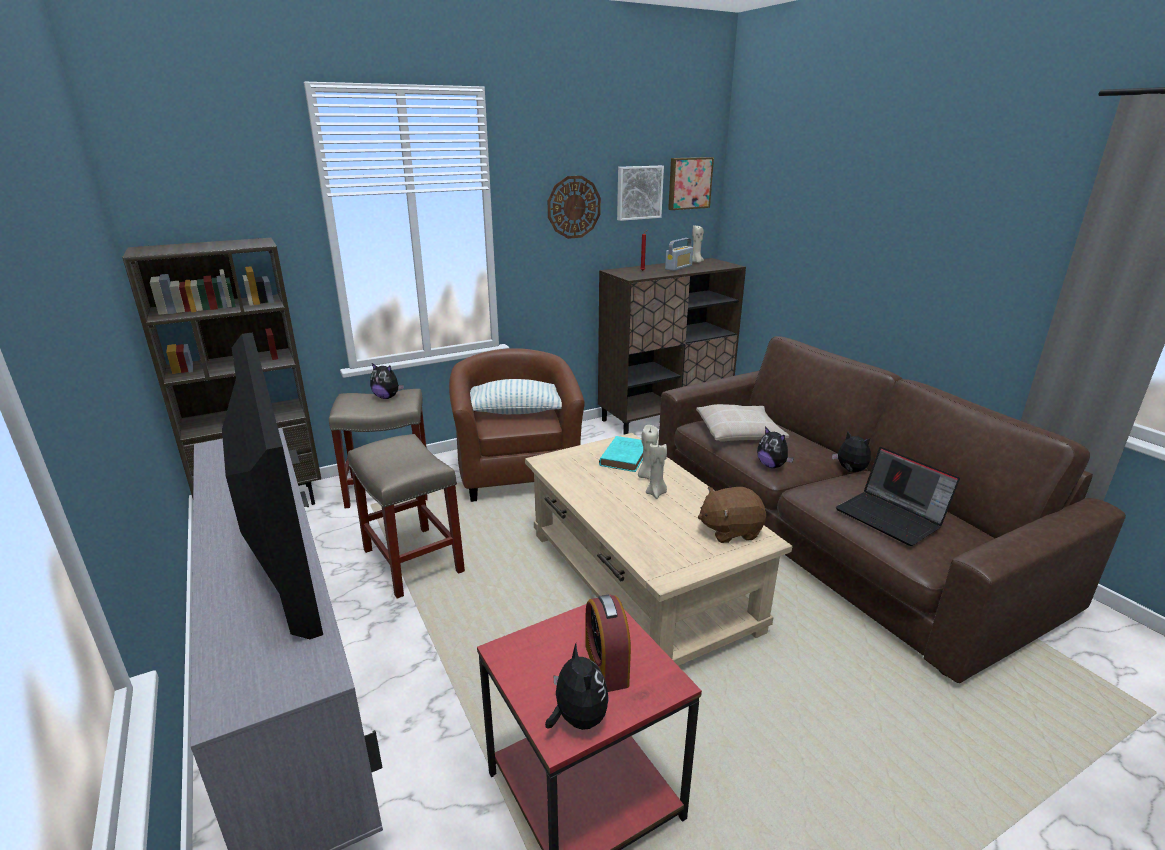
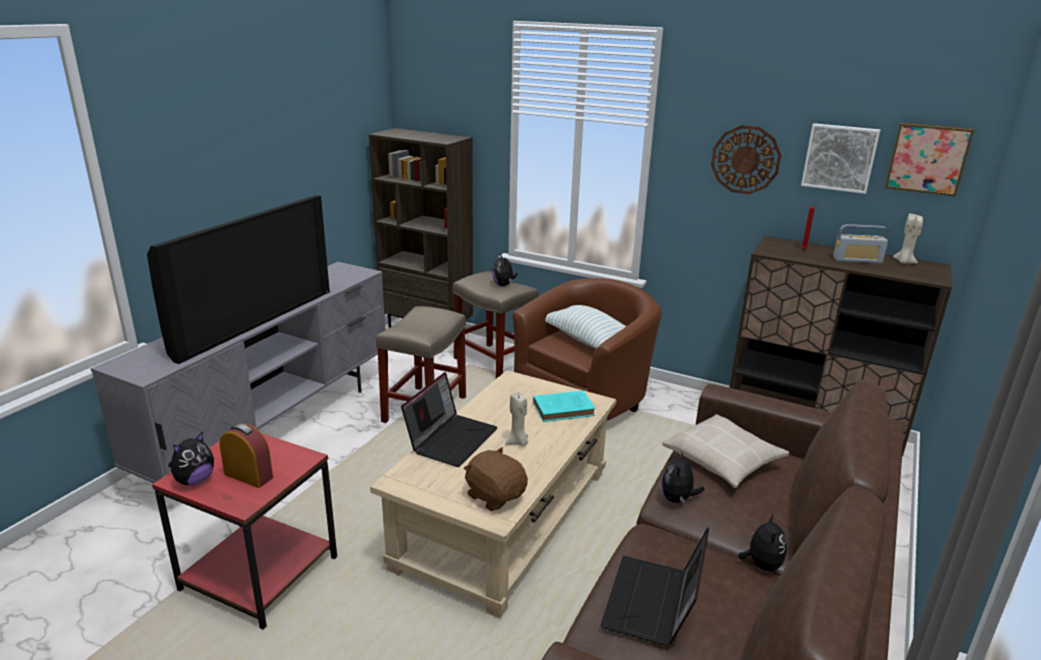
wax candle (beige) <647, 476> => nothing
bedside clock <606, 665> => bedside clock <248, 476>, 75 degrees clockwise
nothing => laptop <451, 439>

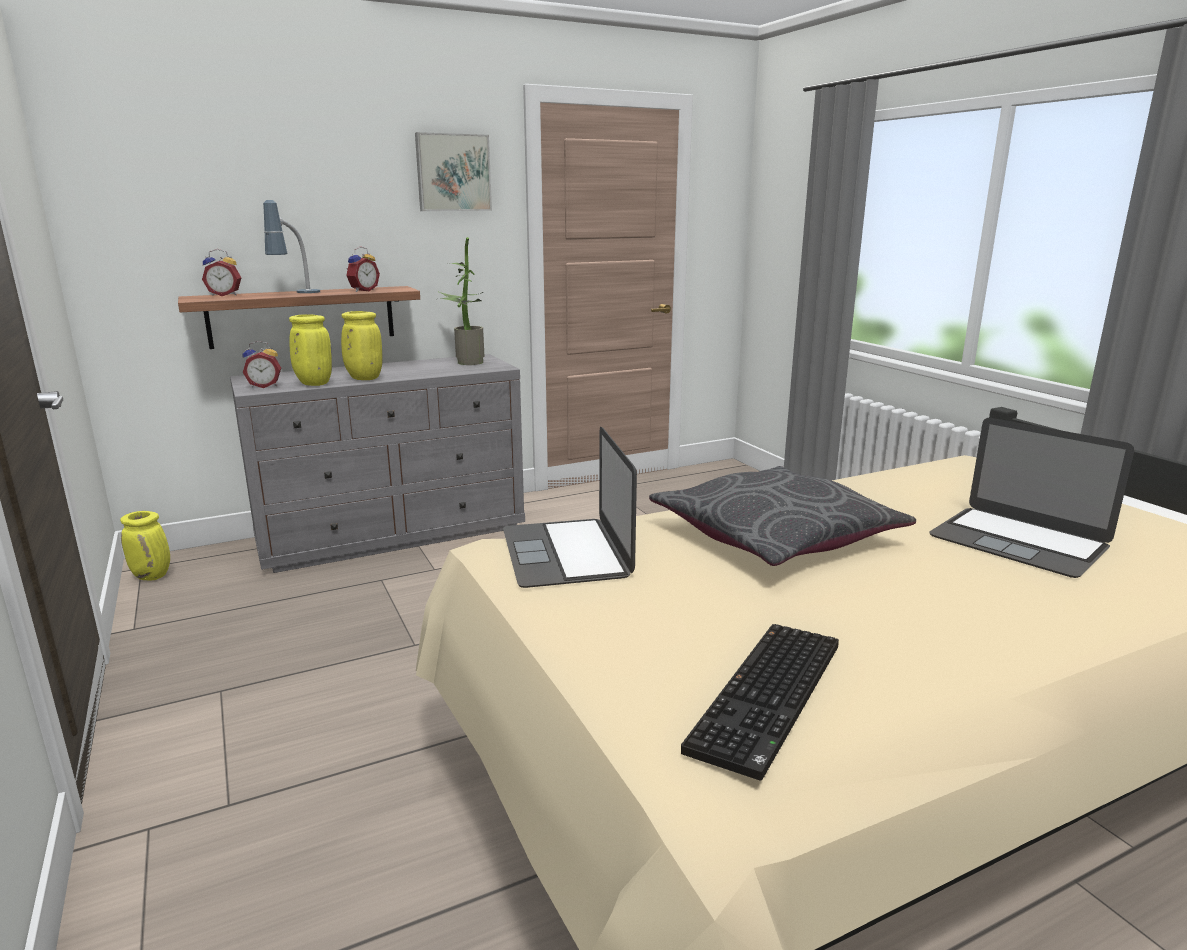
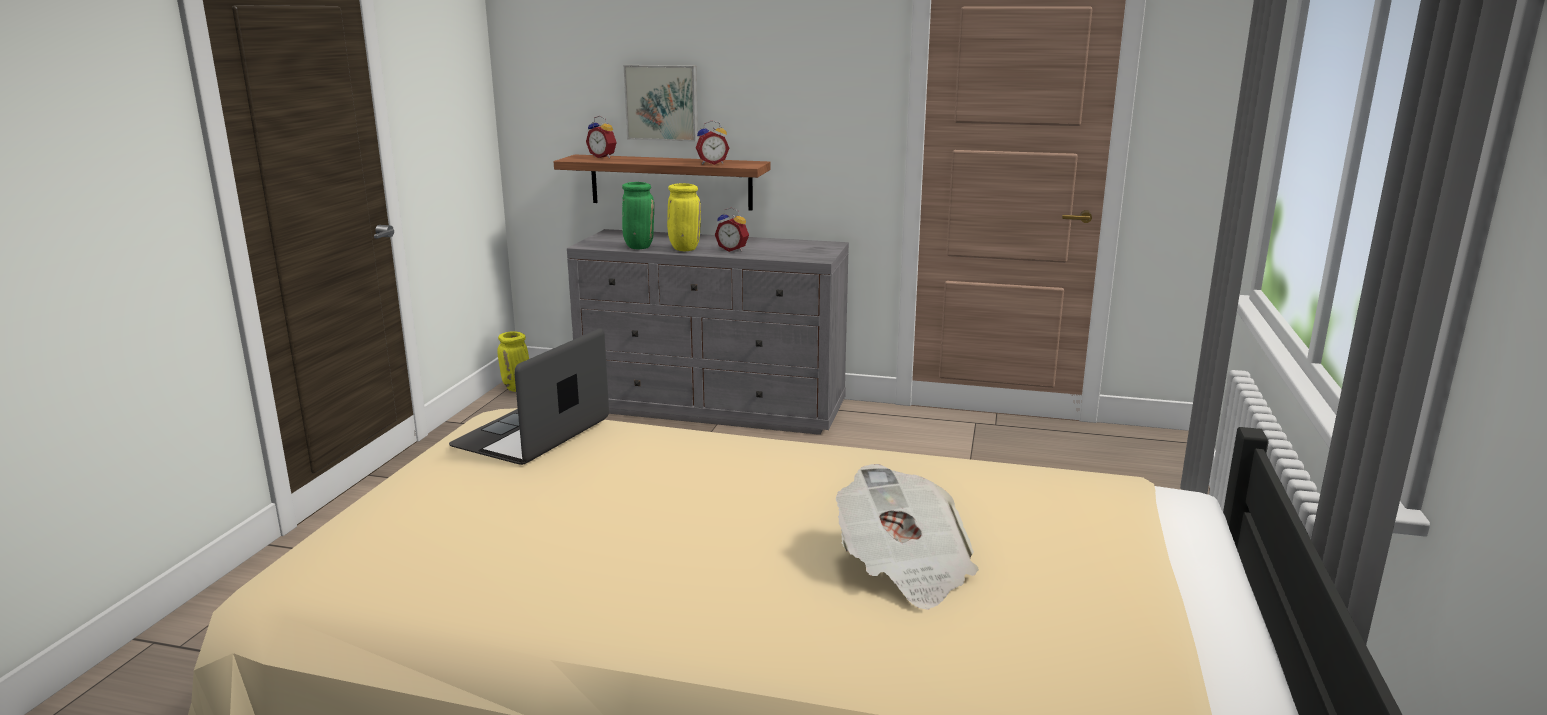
picture <453, 173> => picture <662, 102>, shifted
table lamp <296, 293> => nothing
houseplant <466, 362> => nothing
flower vase (yellowish) <313, 384> => flower vase (greenish) <638, 247>
bedside clock <265, 386> => bedside clock <733, 250>, shifted
laptop <1018, 541> => printed paper <904, 568>
cushion (gray) <775, 535> => nothing
computer keyboard <770, 698> => nothing

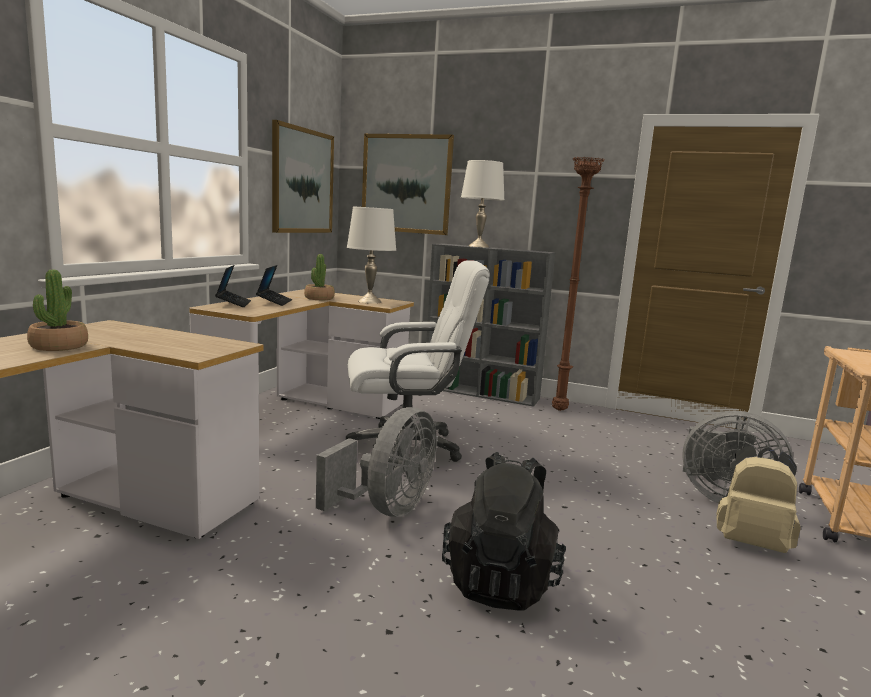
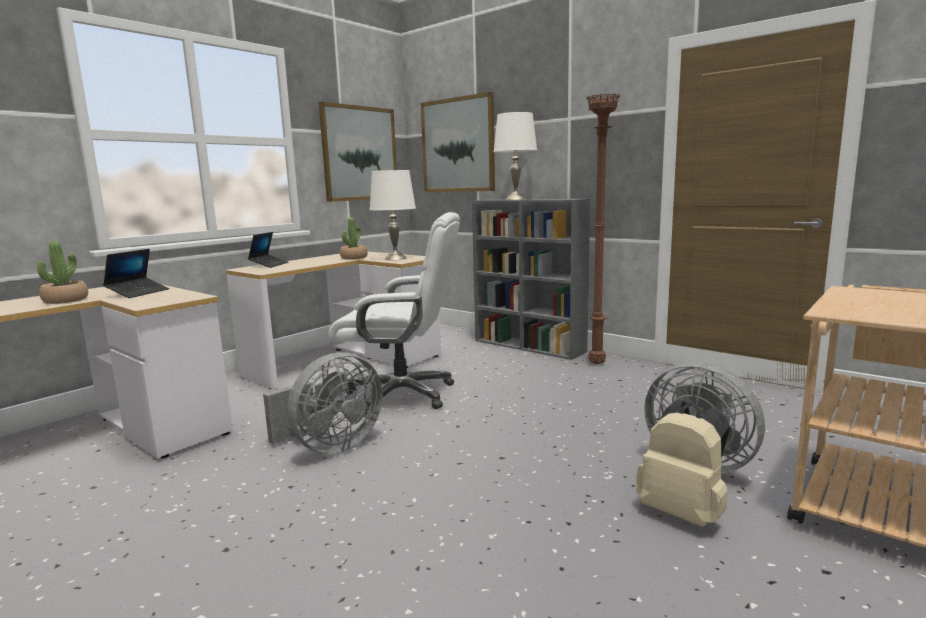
laptop <274, 302> => laptop <138, 293>, shifted
knapsack (black-coloured) <501, 581> => nothing

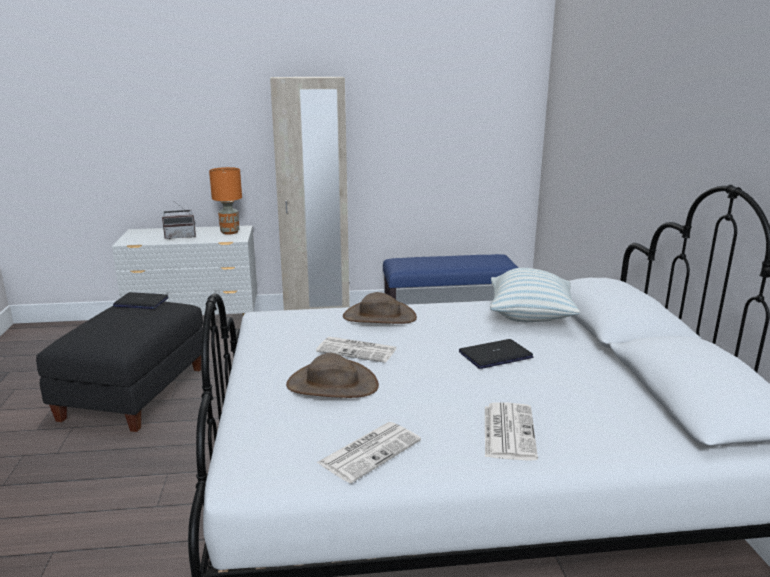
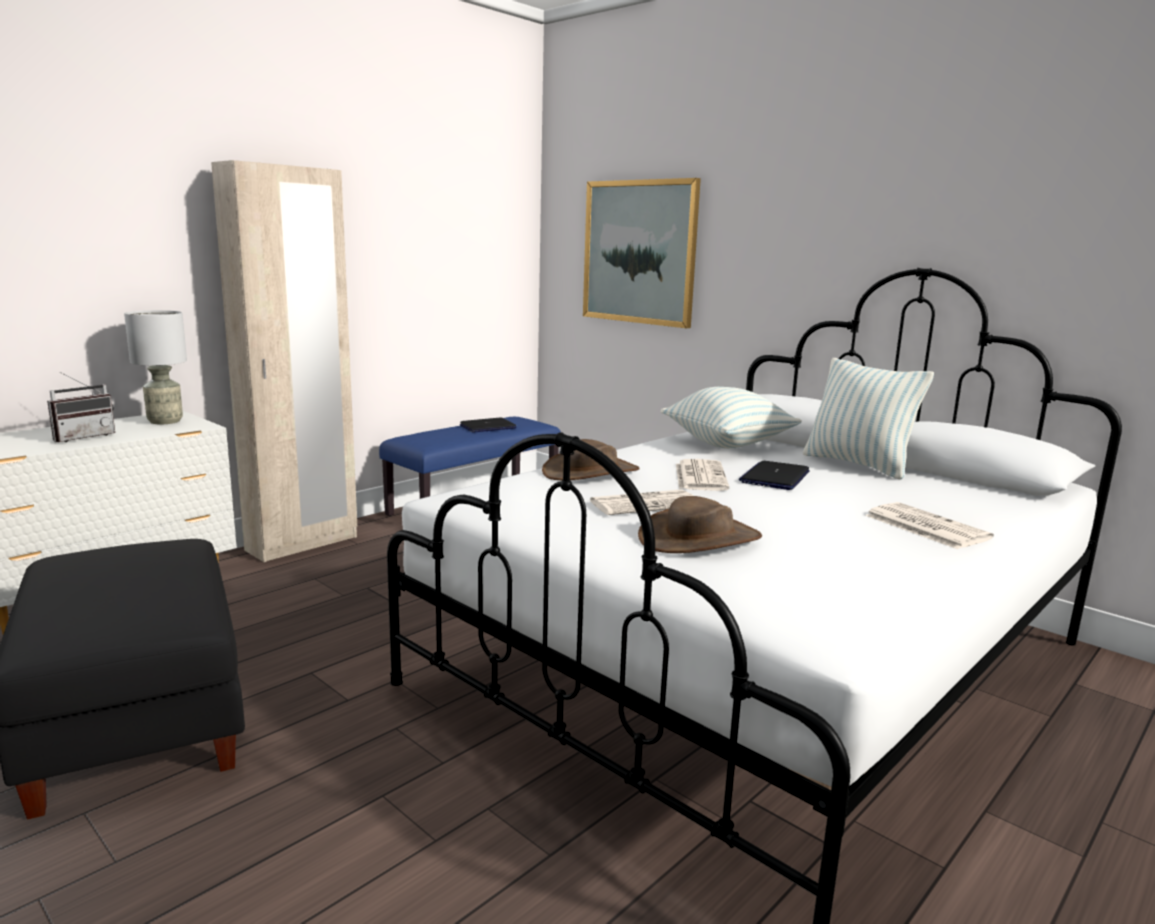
table lamp (orange) <230, 232> => table lamp (gray) <166, 421>
laptop <140, 302> => laptop <488, 427>, shifted
printed paper <370, 451> => printed paper <699, 476>, shifted
nothing => picture <639, 252>
nothing => cushion <858, 464>

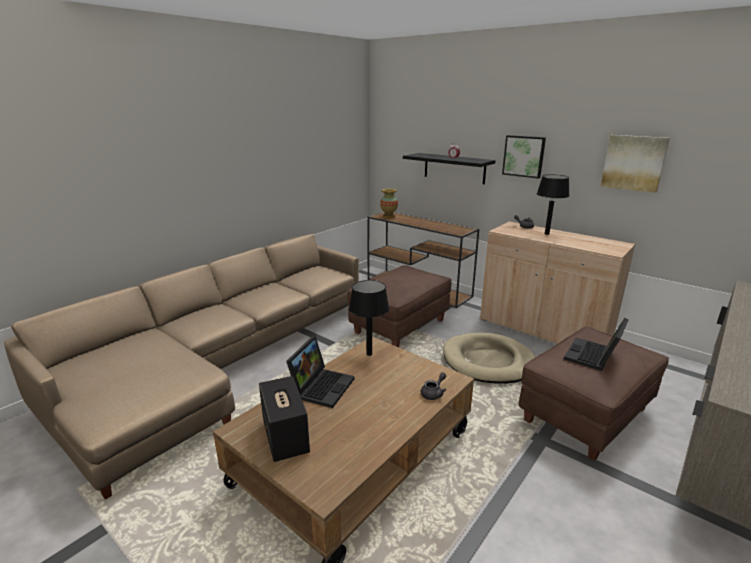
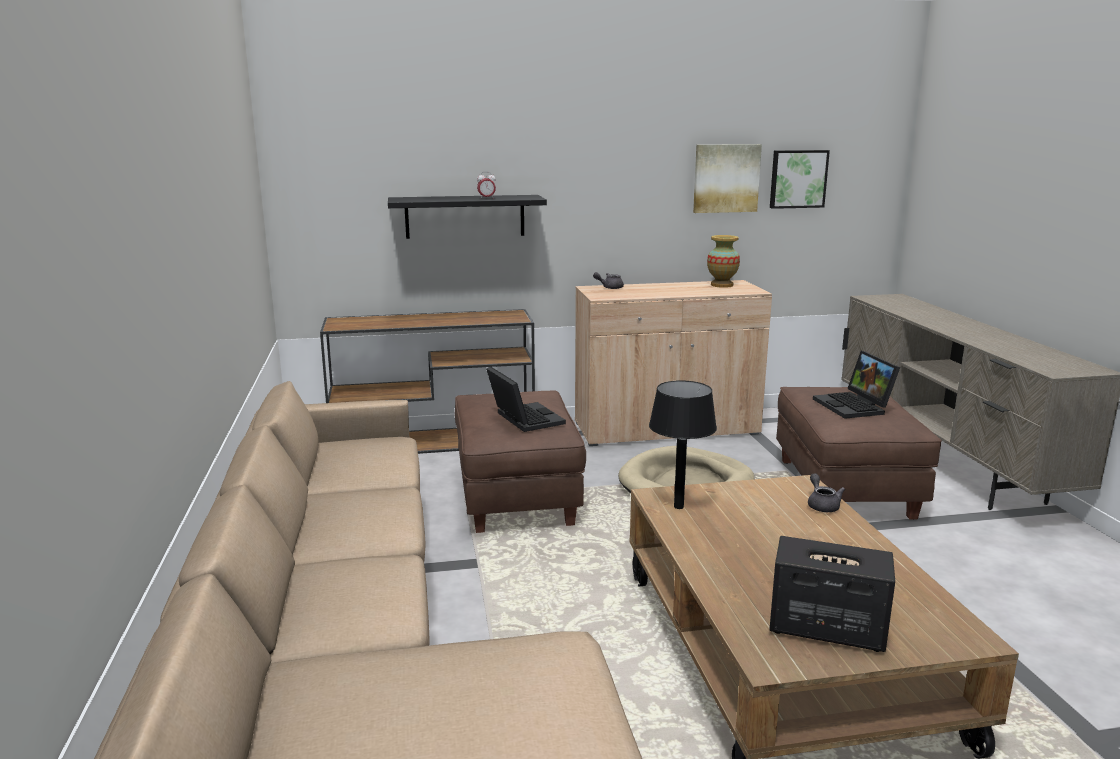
picture <524, 156> => picture <797, 179>, shifted
table lamp (black-coloured) <546, 234> => nothing
flower vase <388, 216> => flower vase <722, 285>, shifted
laptop <322, 386> => laptop <523, 419>, shifted

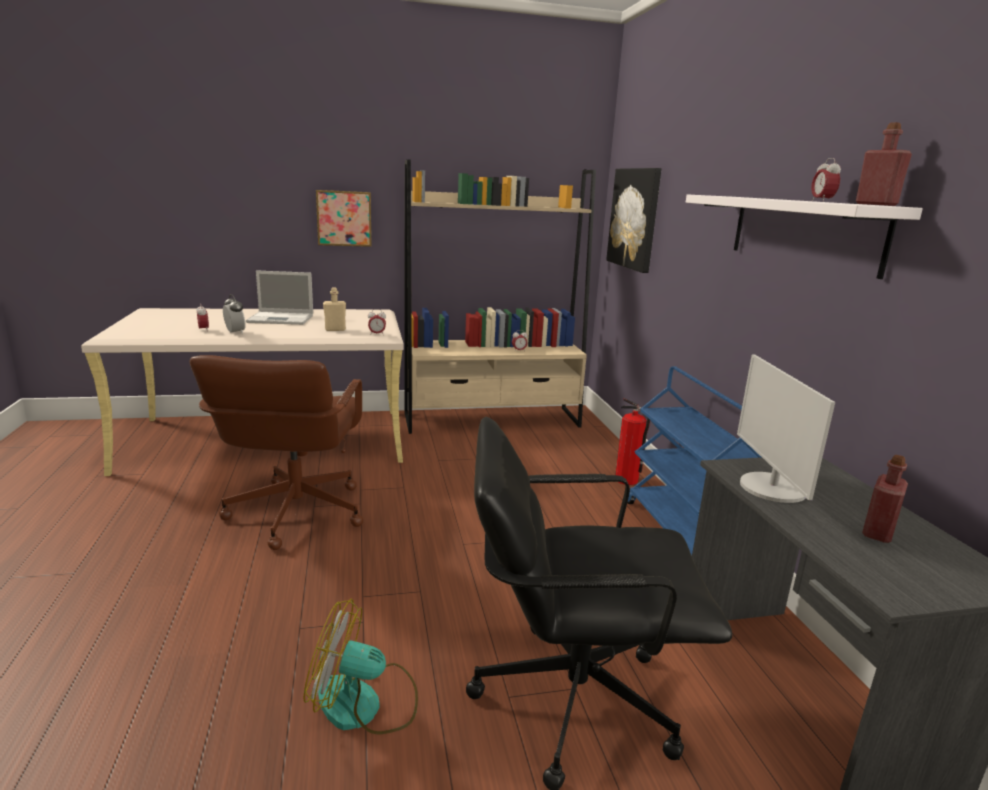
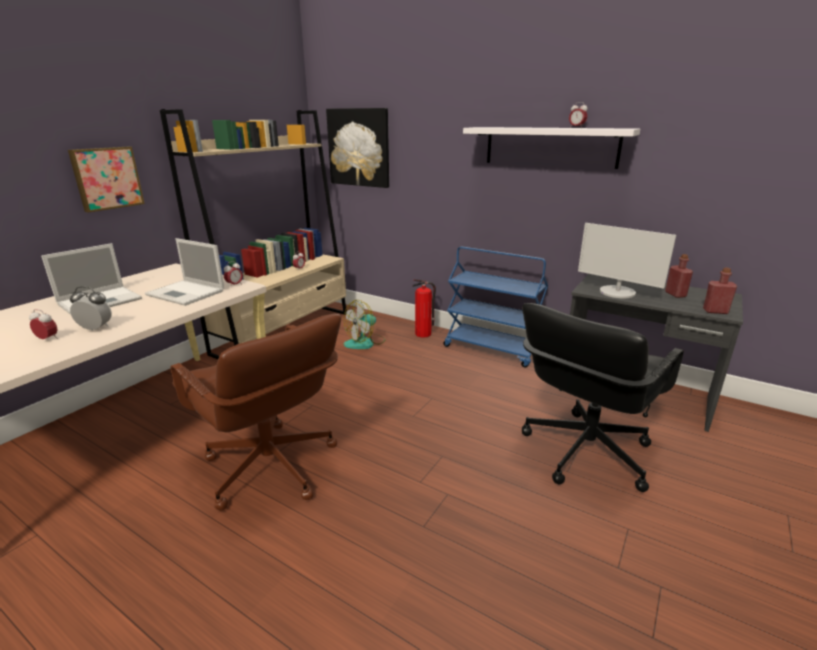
beverage bottle (reddish) <876, 204> => beverage bottle (reddish) <715, 311>, shifted
beverage bottle (beige) <335, 329> => laptop <187, 293>
electric fan <364, 705> => electric fan <365, 342>, shifted

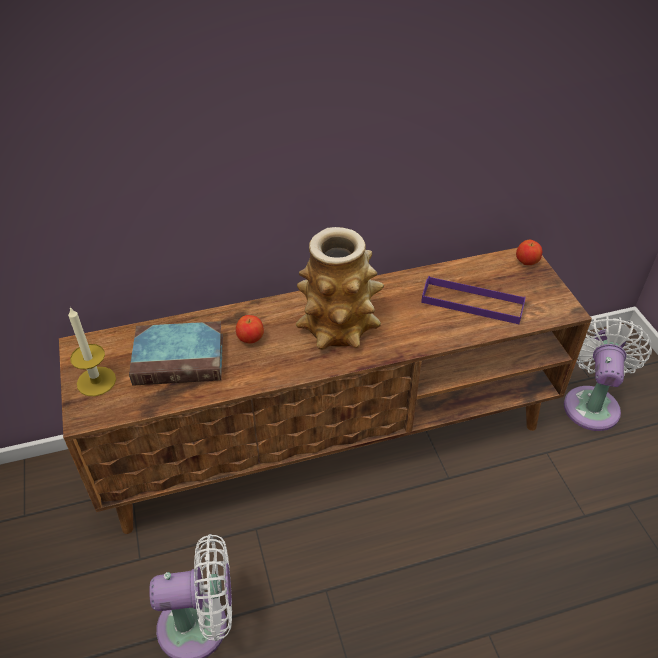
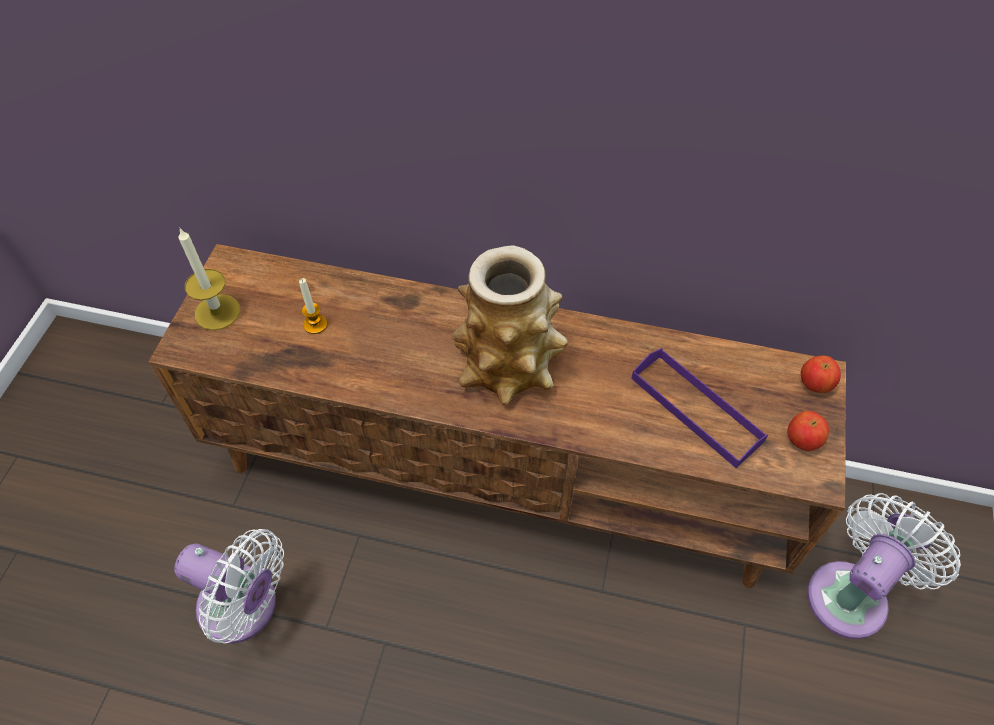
whole apple <250, 339> => whole apple <802, 440>, shifted
book <181, 358> => wax candle <315, 324>

